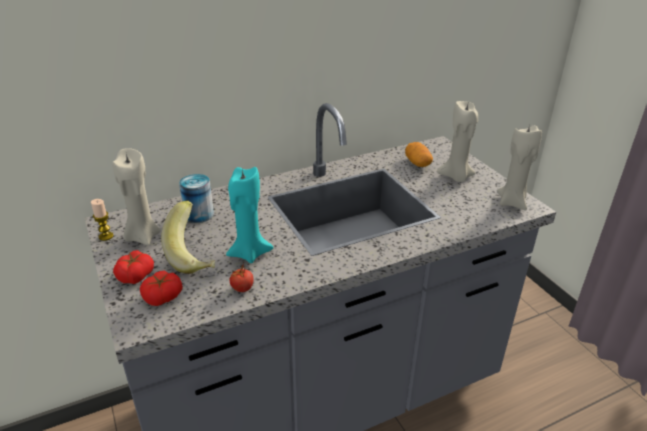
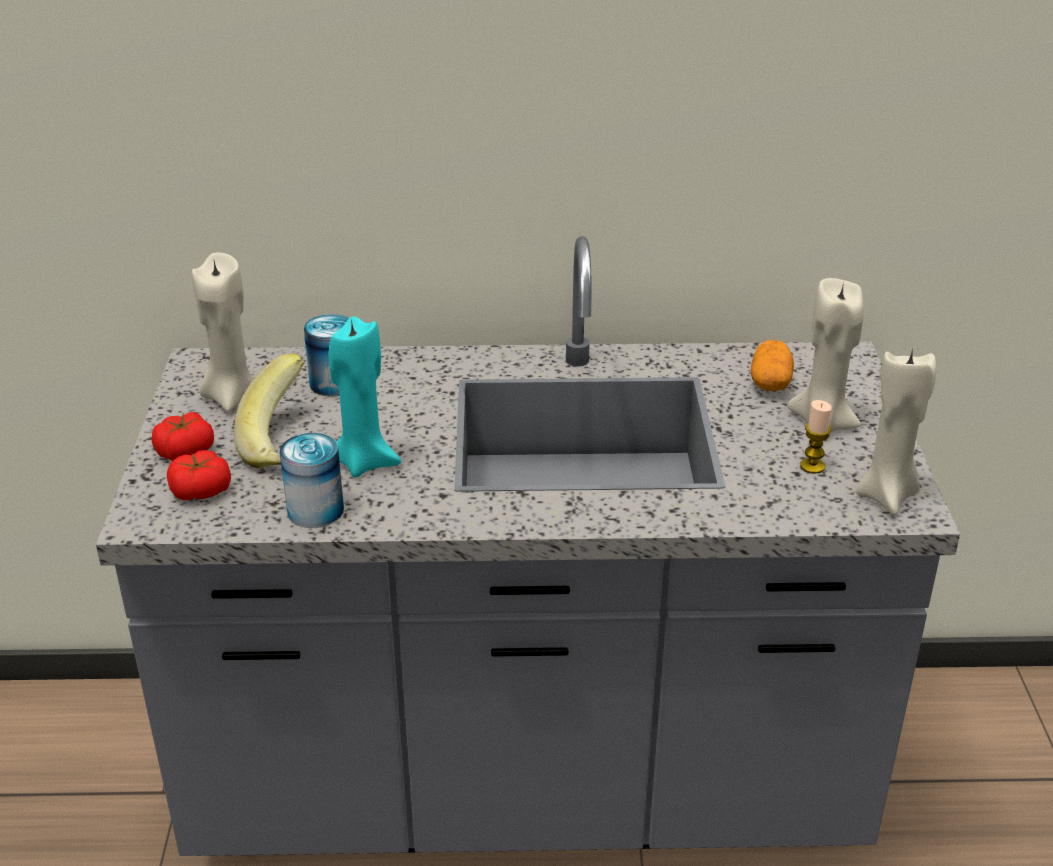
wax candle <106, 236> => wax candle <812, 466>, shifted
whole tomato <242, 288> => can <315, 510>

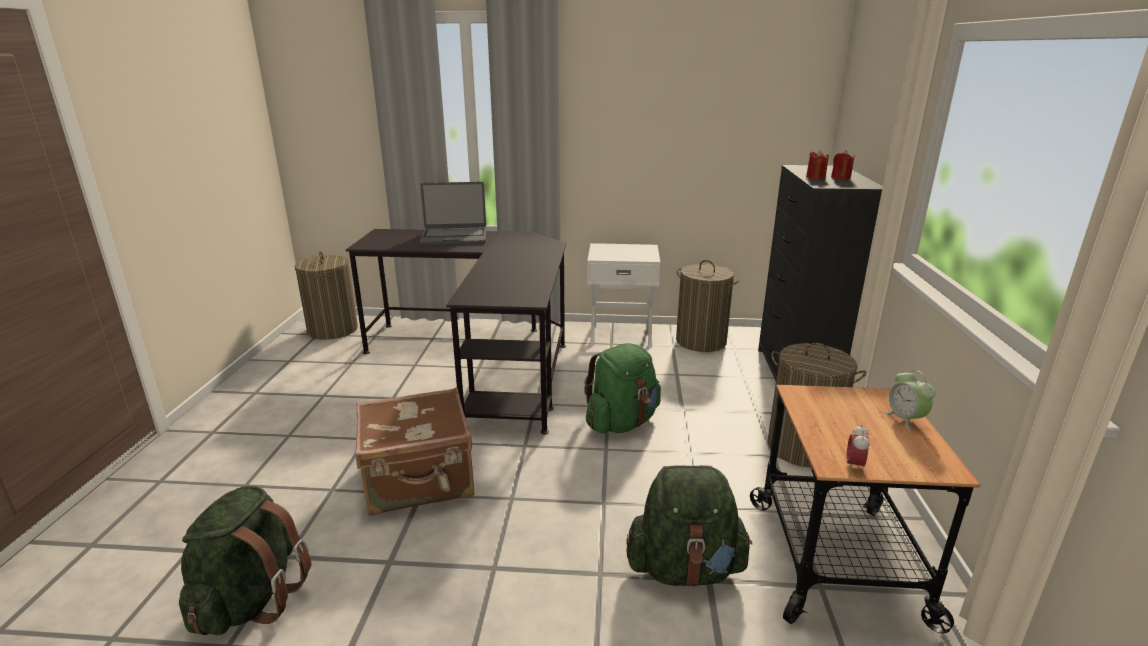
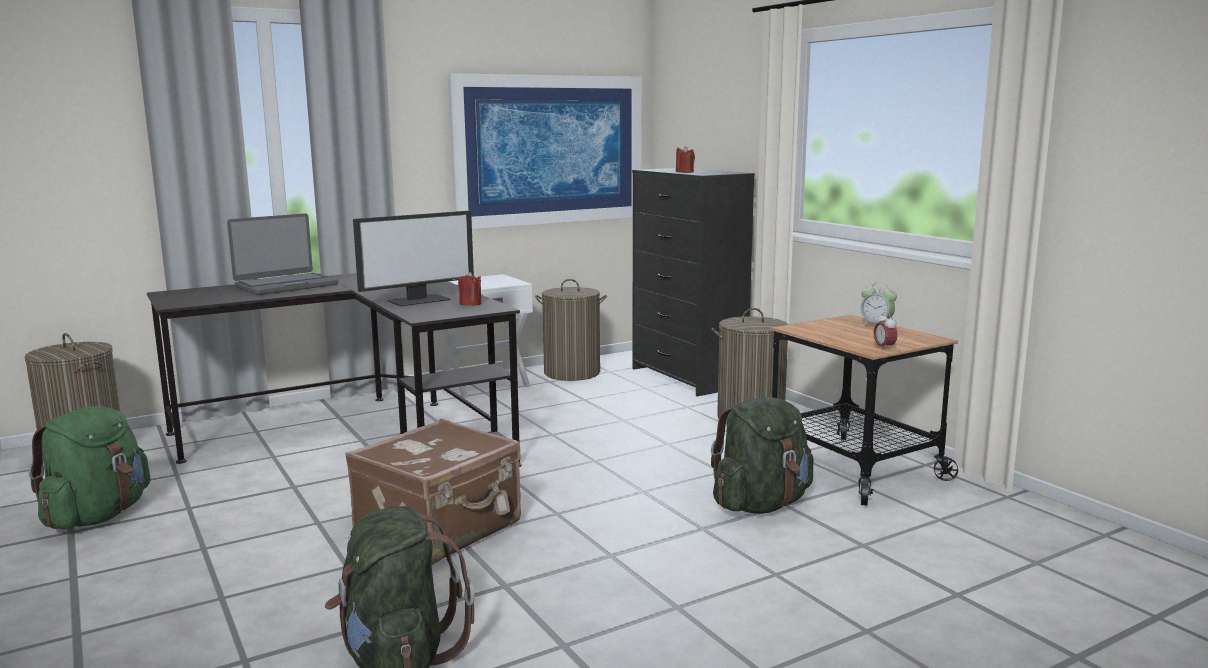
wax candle (reddish) <840, 178> => wax candle (reddish) <470, 304>, shifted
knapsack (greenish) <622, 422> => knapsack (greenish) <98, 516>, shifted
nothing => picture <549, 150>
nothing => computer screen <419, 300>

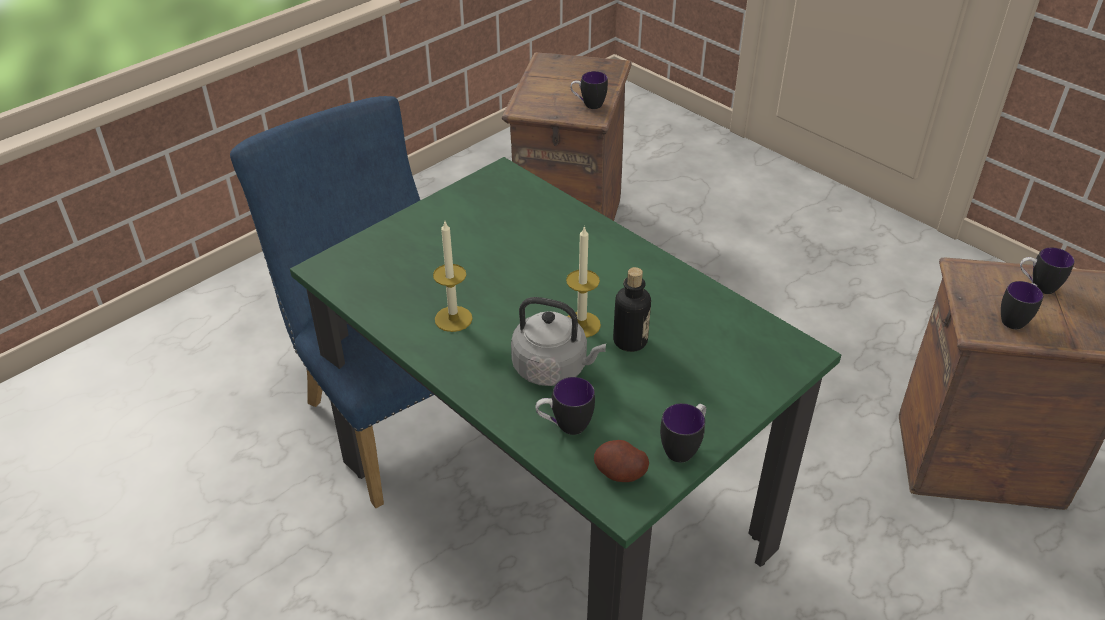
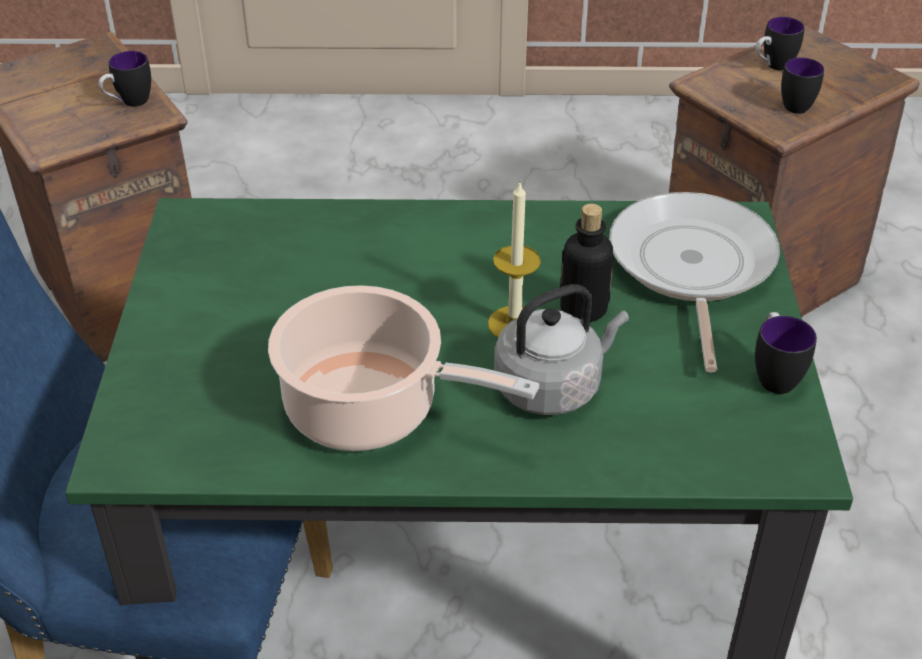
wax candle <453, 319> => stockpot <371, 409>
coffee mug <564, 426> => nothing
whole potato <620, 473> => nothing
nothing => frying pan <691, 267>

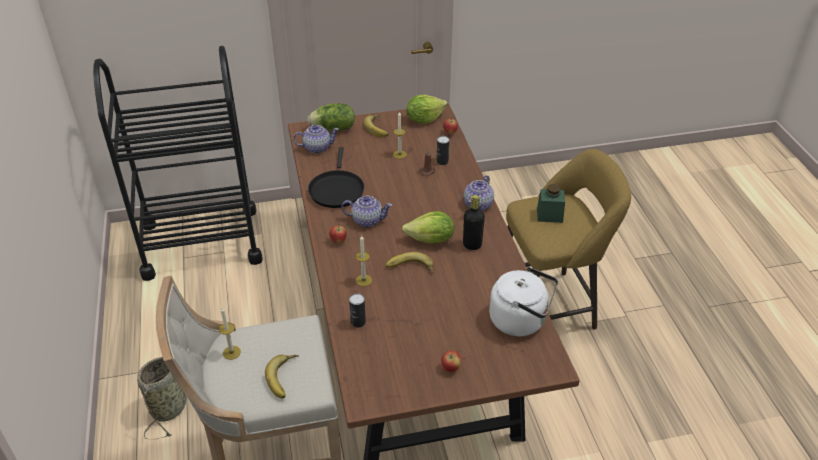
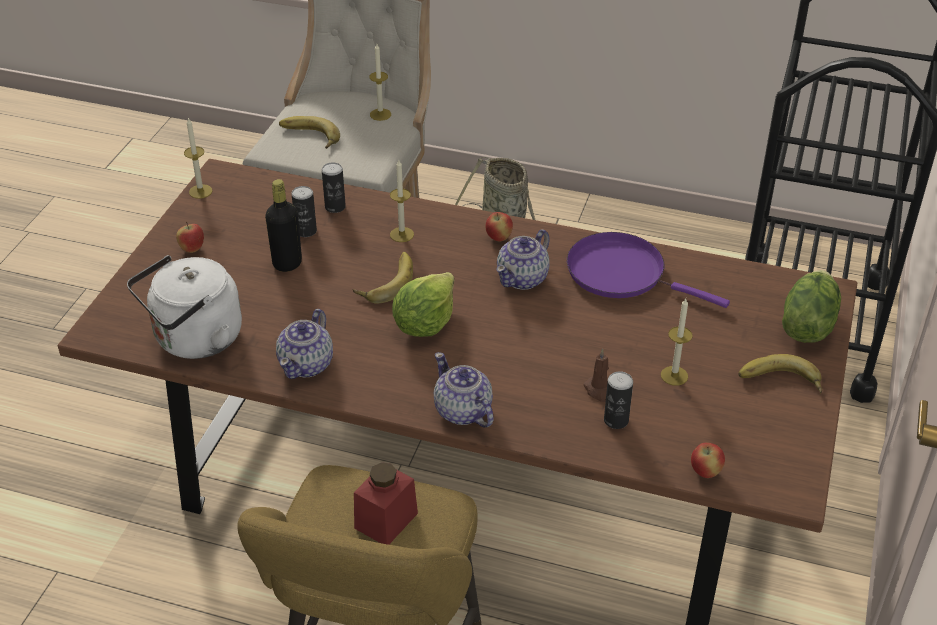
lettuce head <424, 119> => nothing
teapot <316, 148> => teapot <307, 364>, shifted
frying pan (black-coloured) <336, 189> => frying pan (purplish) <622, 273>
storage jar (greenish) <549, 215> => storage jar (reddish) <386, 520>
beverage bottle (black-coloured) <472, 245> => beverage bottle (black-coloured) <287, 263>, shifted
nothing => wax candle <200, 191>
nothing => can <306, 231>

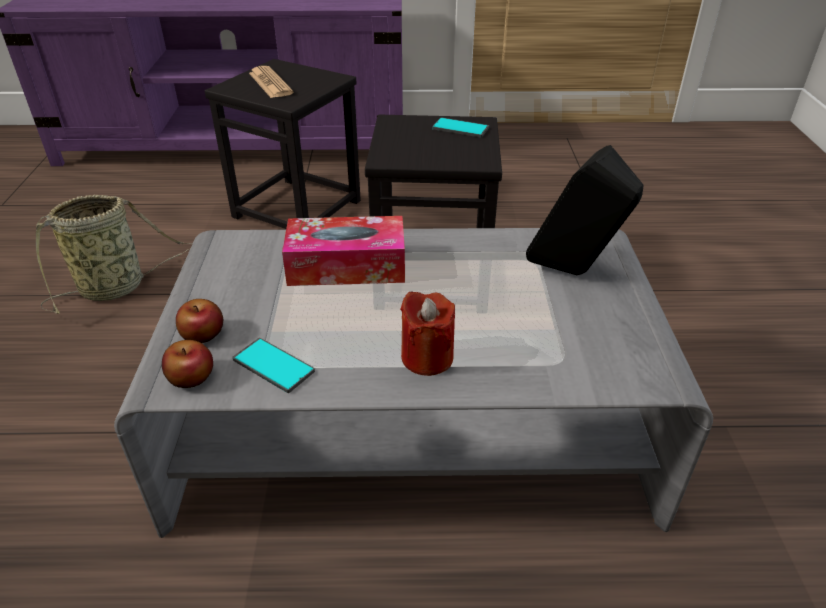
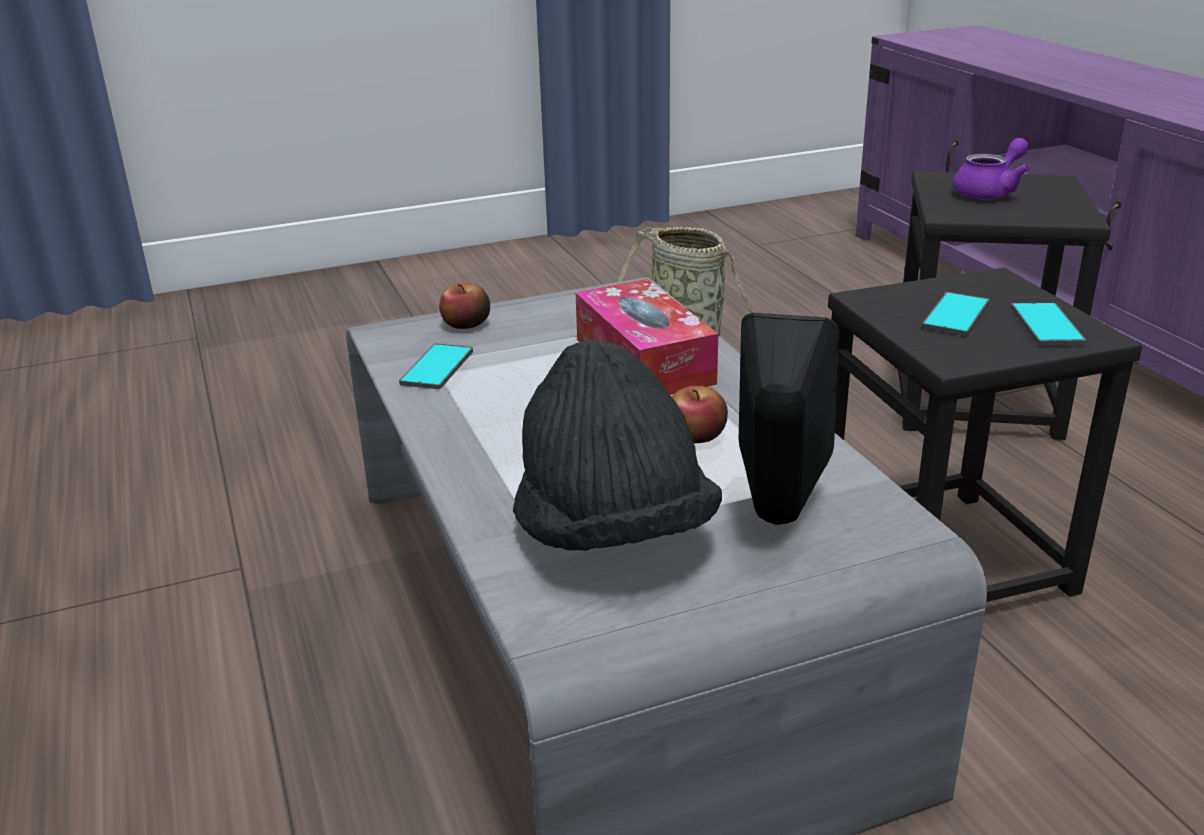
printed paper <270, 83> => teapot (purplish) <989, 192>
wax candle (reddish) <427, 357> => nothing
whole apple <191, 377> => whole apple <696, 436>, shifted
nothing => telephone <955, 315>
nothing => clothing hat (black-coloured) <612, 531>

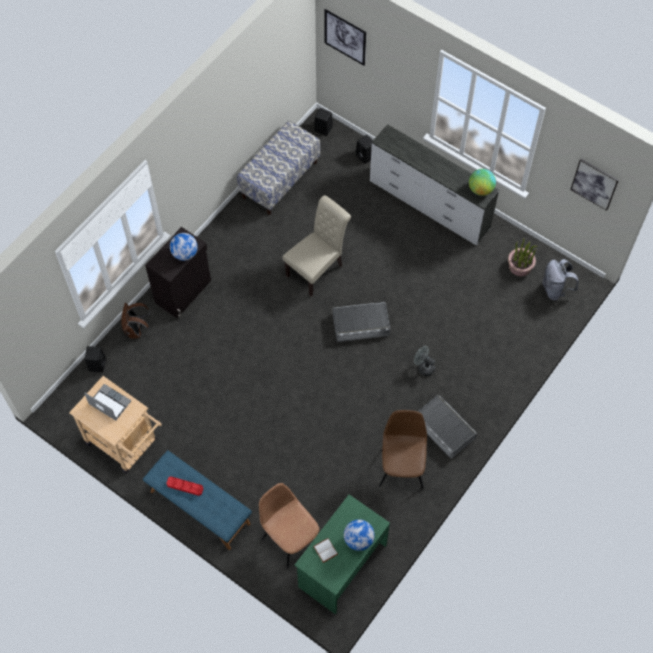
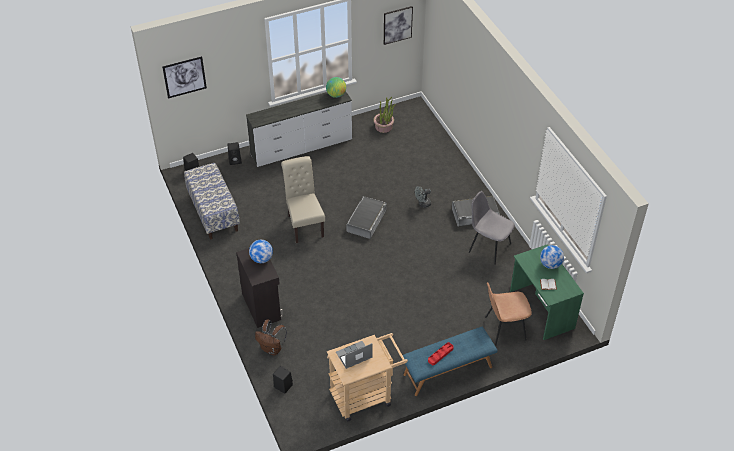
knapsack (gray) <555, 289> => nothing
plain chair (brown) <402, 467> => plain chair (gray) <489, 247>

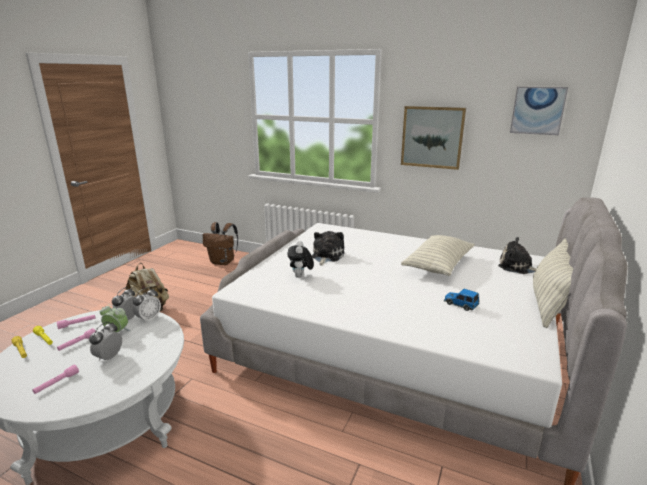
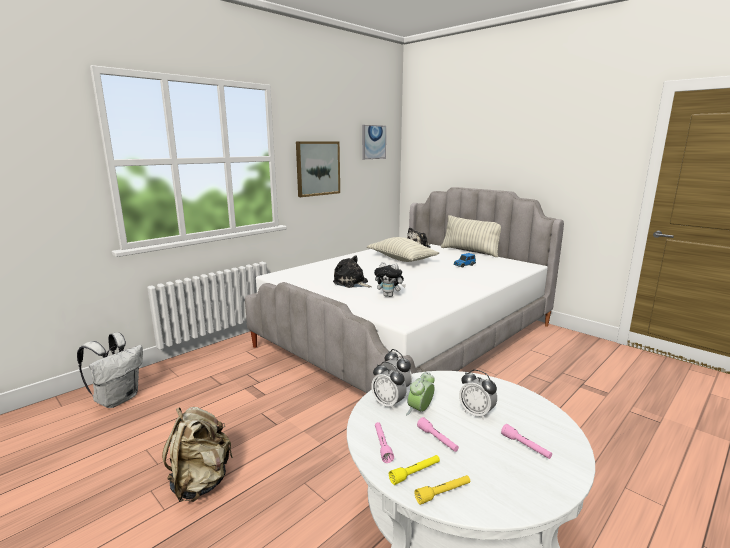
knapsack (brown) <223, 262> => knapsack (white) <118, 399>

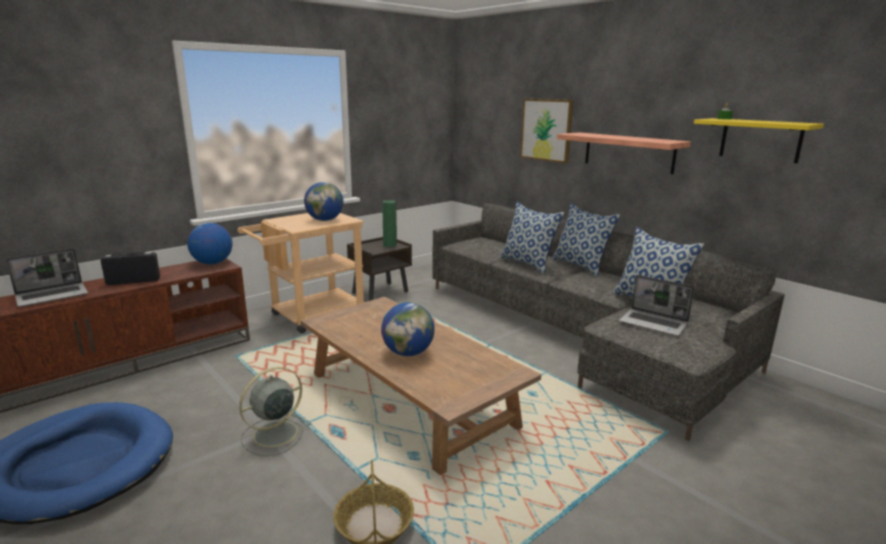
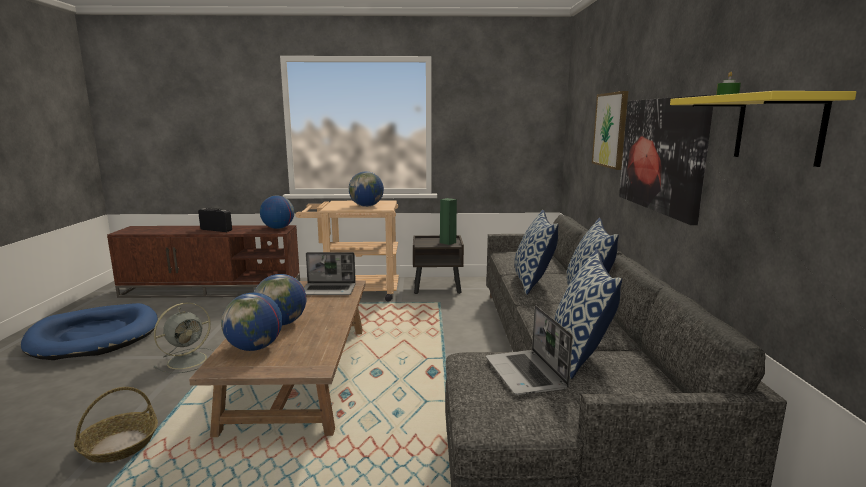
shelf <628, 152> => picture <661, 155>
laptop <53, 295> => laptop <329, 290>, shifted
electric fan (gray) <273, 435> => electric fan (gray) <189, 360>, 135 degrees clockwise
nothing => desk globe <255, 348>

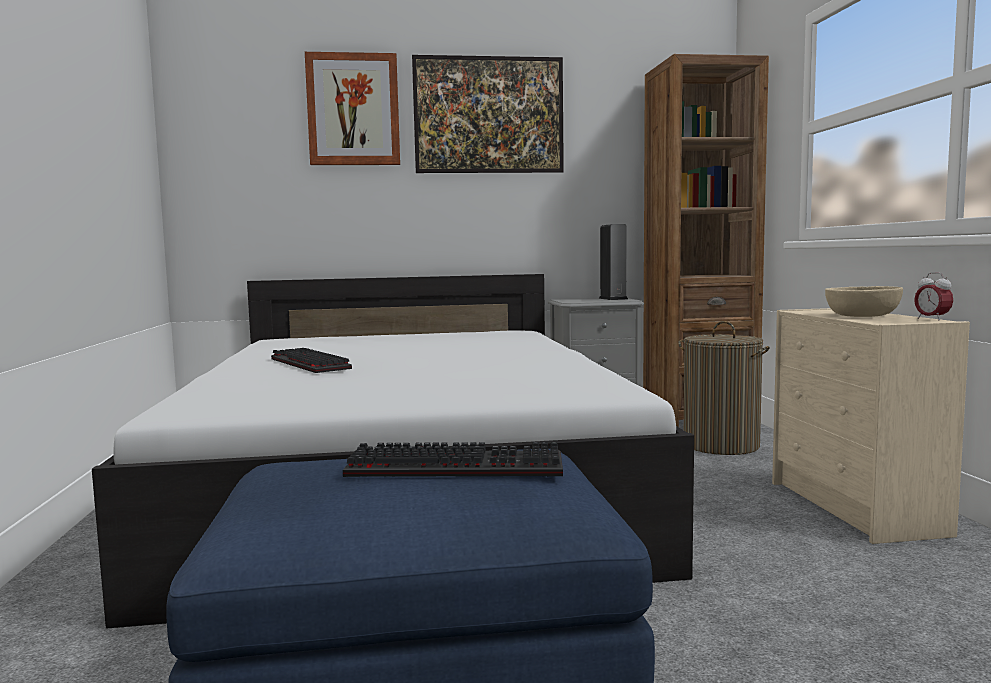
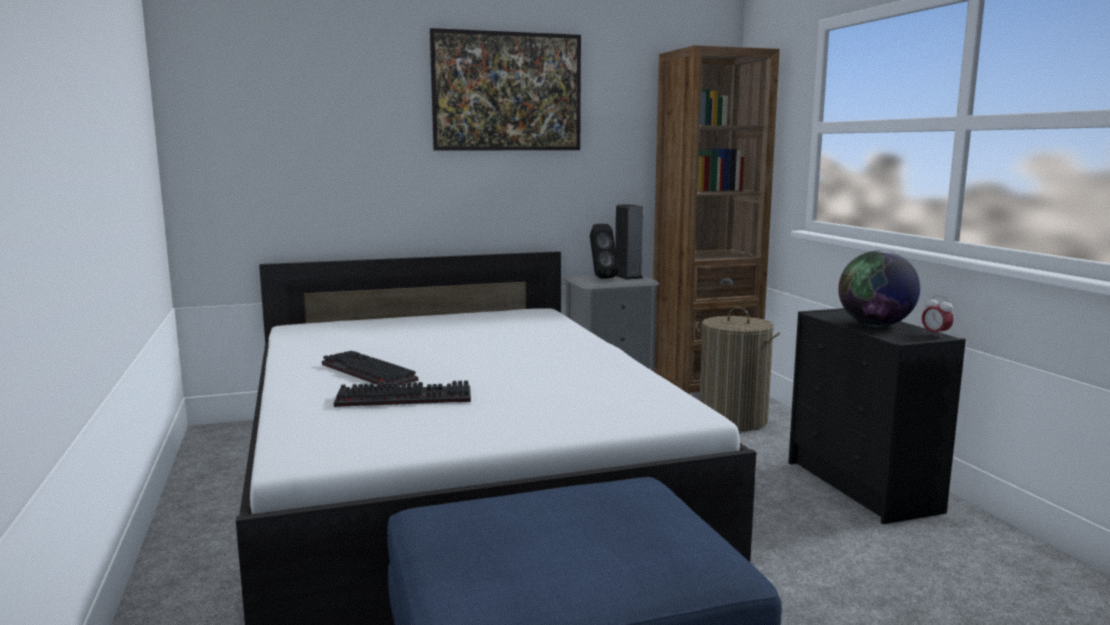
picture <353, 110> => nothing
deep dish (beige) <861, 316> => desk globe <875, 325>
drawer chest (beige) <856, 508> => drawer chest (black-coloured) <863, 487>
computer keyboard <459, 466> => computer keyboard <406, 397>, shifted
nothing => speaker (black-coloured) <600, 278>

